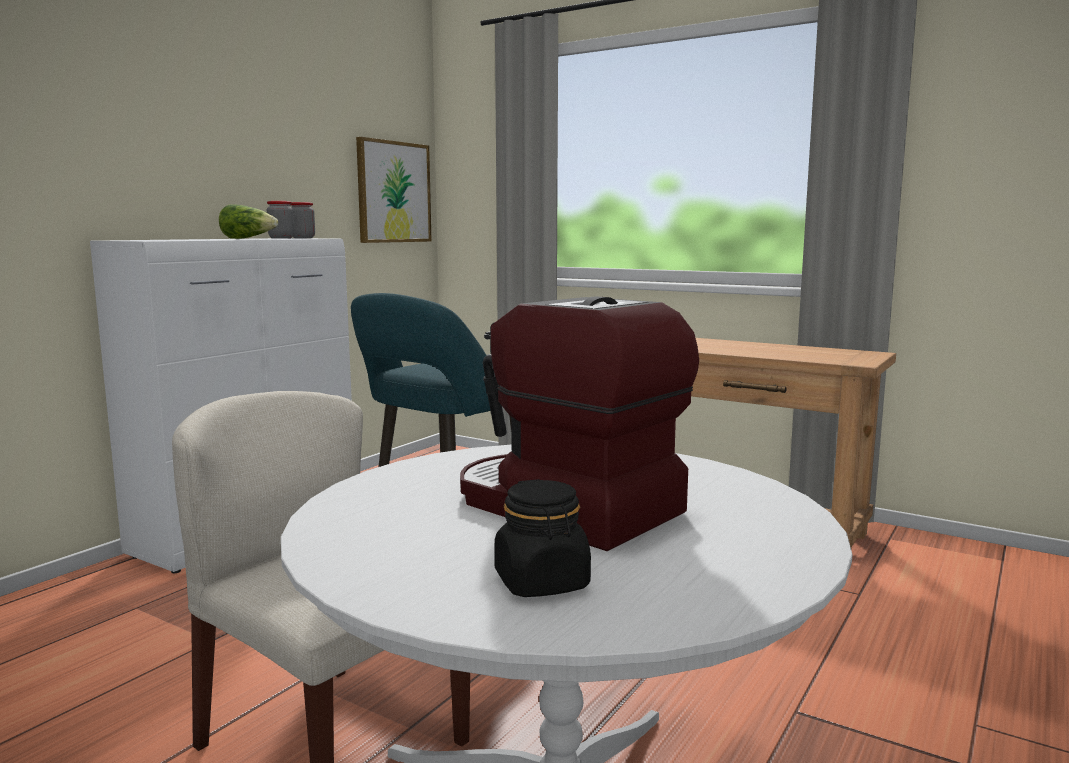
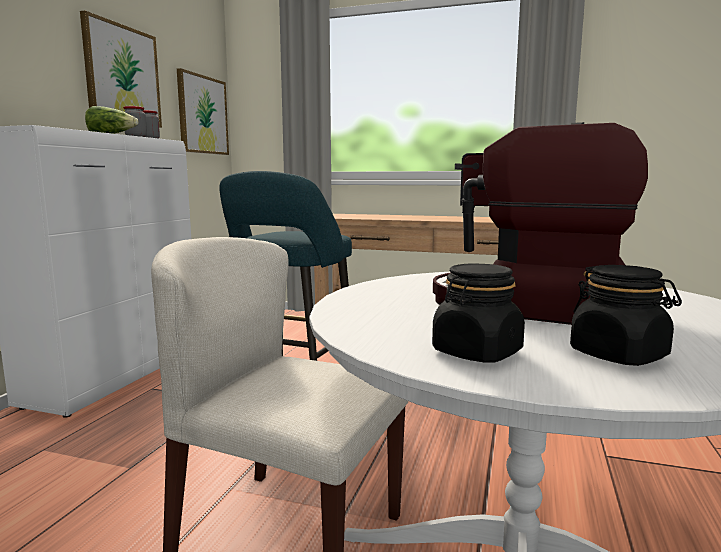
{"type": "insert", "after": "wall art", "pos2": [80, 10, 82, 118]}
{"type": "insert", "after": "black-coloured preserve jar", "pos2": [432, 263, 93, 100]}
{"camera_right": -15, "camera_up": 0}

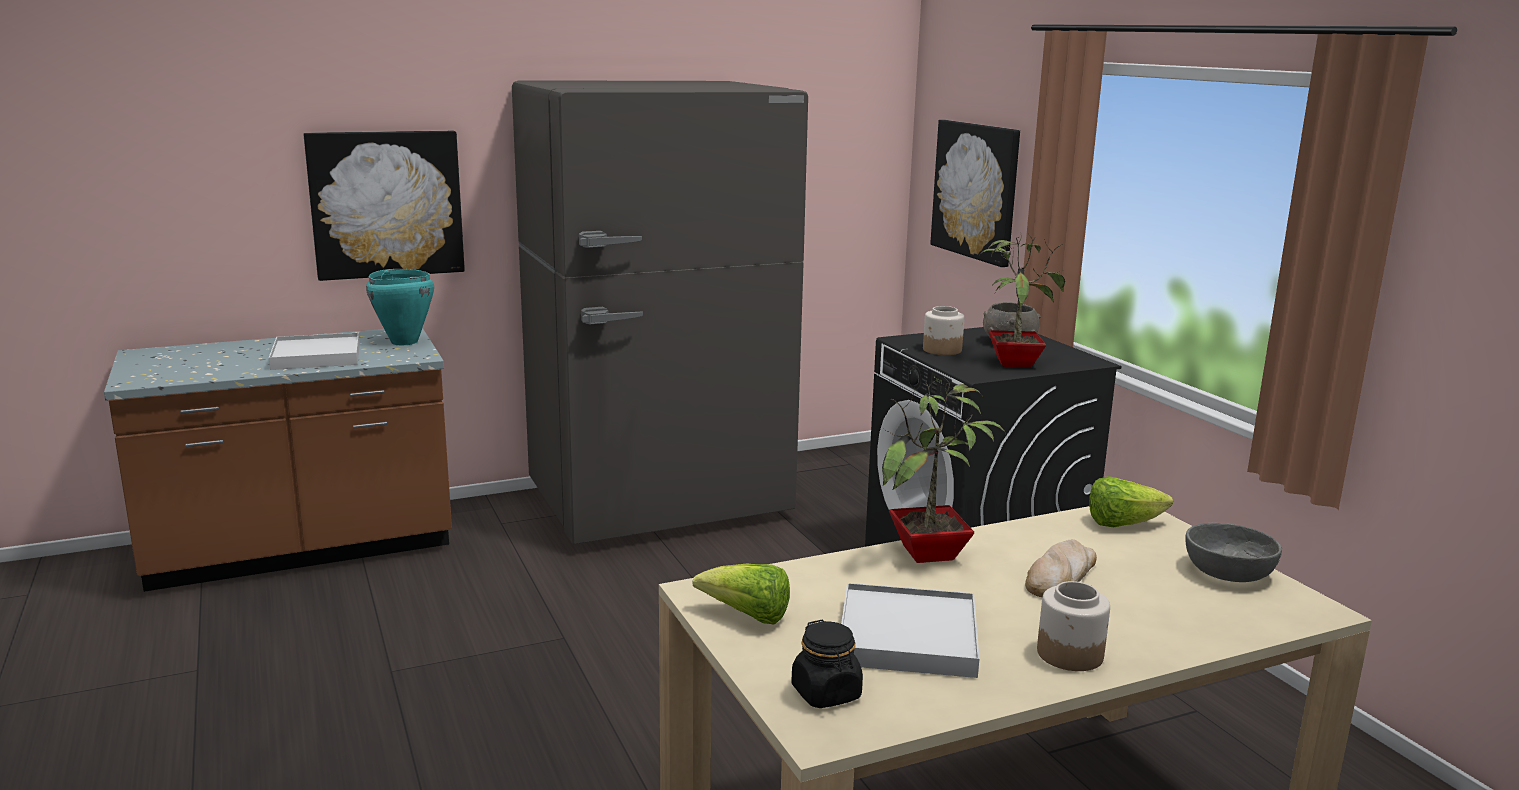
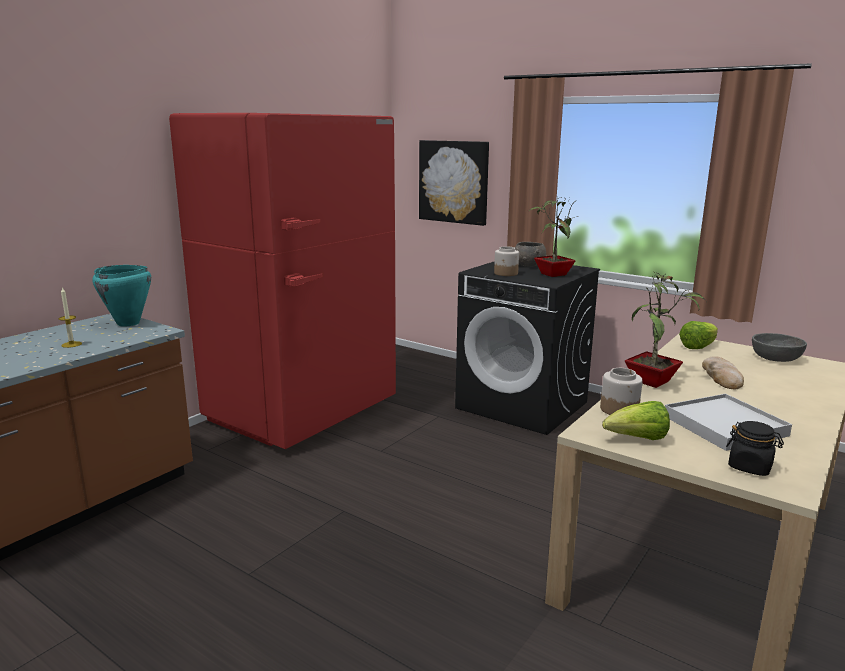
{"type": "replace", "before": "white-coloured serving tray", "after": "wax candle", "pos1": [269, 333, 91, 37], "pos2": [59, 287, 23, 61]}
{"type": "delete", "before": "wall art", "pos1": [304, 131, 161, 150]}
{"type": "recolor", "before": "greyish fridge", "after": "red-coloured fridge", "pos1": [512, 80, 296, 464], "pos2": [169, 113, 227, 336]}
{"type": "move", "before": "preserve jar", "pos1": [1037, 581, 73, 90], "pos2": [600, 368, 43, 47]}
{"camera_right": -30, "camera_up": 0}

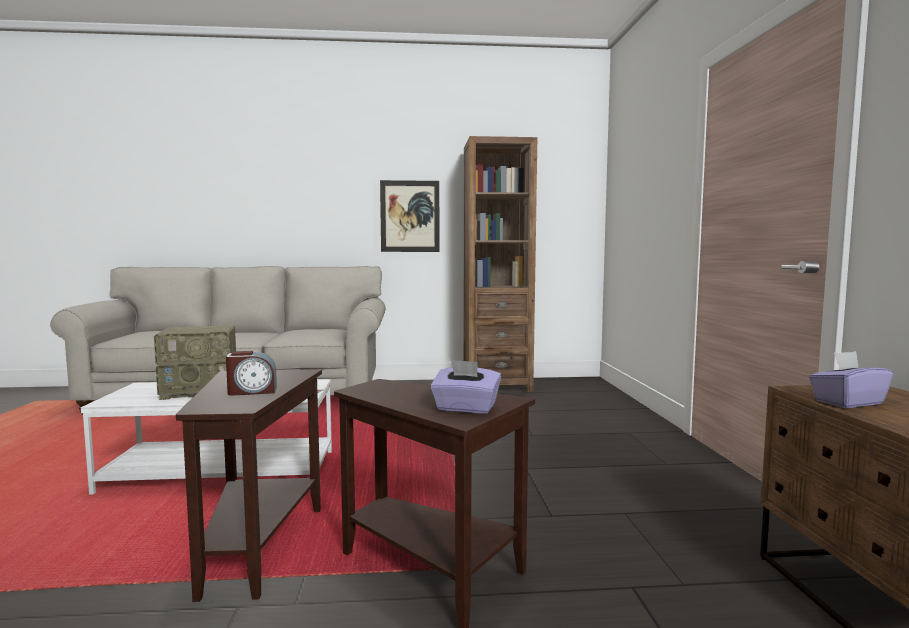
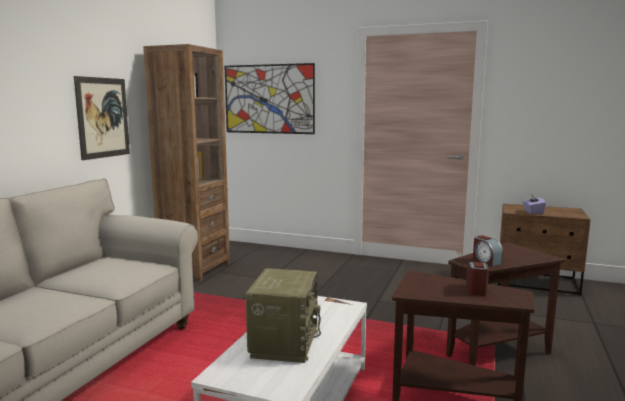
{"type": "delete", "before": "purple-coloured box of tissues", "pos1": [430, 360, 71, 54]}
{"type": "insert", "after": "wall art", "pos2": [224, 63, 91, 71]}
{"type": "insert", "after": "bedside clock", "pos2": [473, 235, 30, 31]}
{"camera_right": -65, "camera_up": 5}

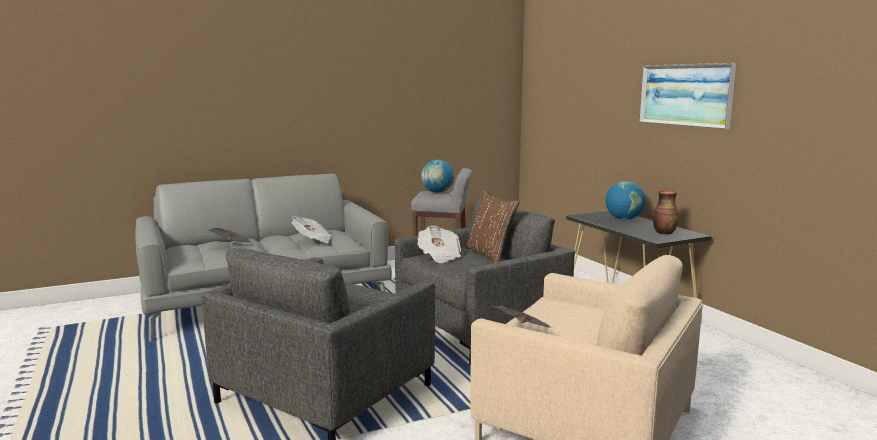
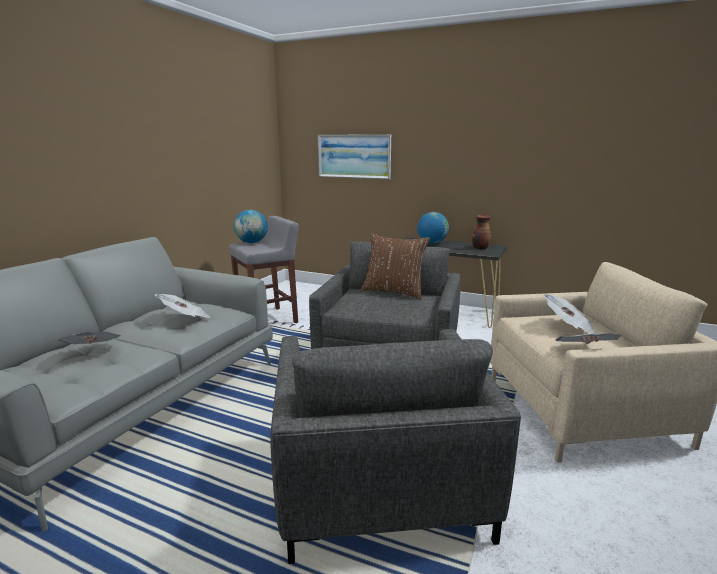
{"type": "move", "before": "printed paper", "pos1": [417, 226, 44, 37], "pos2": [543, 293, 53, 41]}
{"type": "move", "before": "wall art", "pos1": [639, 63, 97, 67], "pos2": [318, 134, 73, 45]}
{"camera_right": -40, "camera_up": 5}

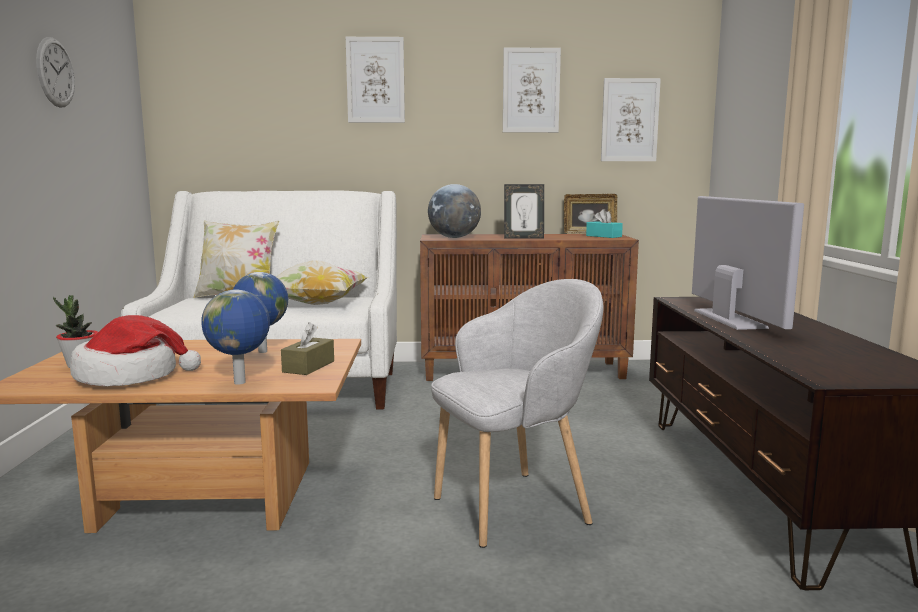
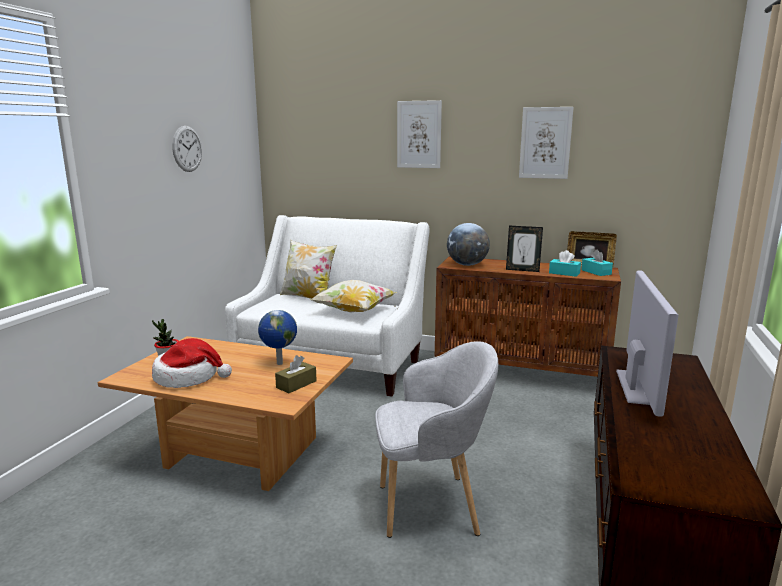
{"type": "delete", "before": "world globe", "pos1": [201, 289, 69, 96]}
{"type": "delete", "before": "wall art", "pos1": [601, 78, 60, 83]}
{"type": "insert", "after": "turquoise box of tissues", "pos2": [549, 250, 32, 27]}
{"camera_right": 20, "camera_up": 5}

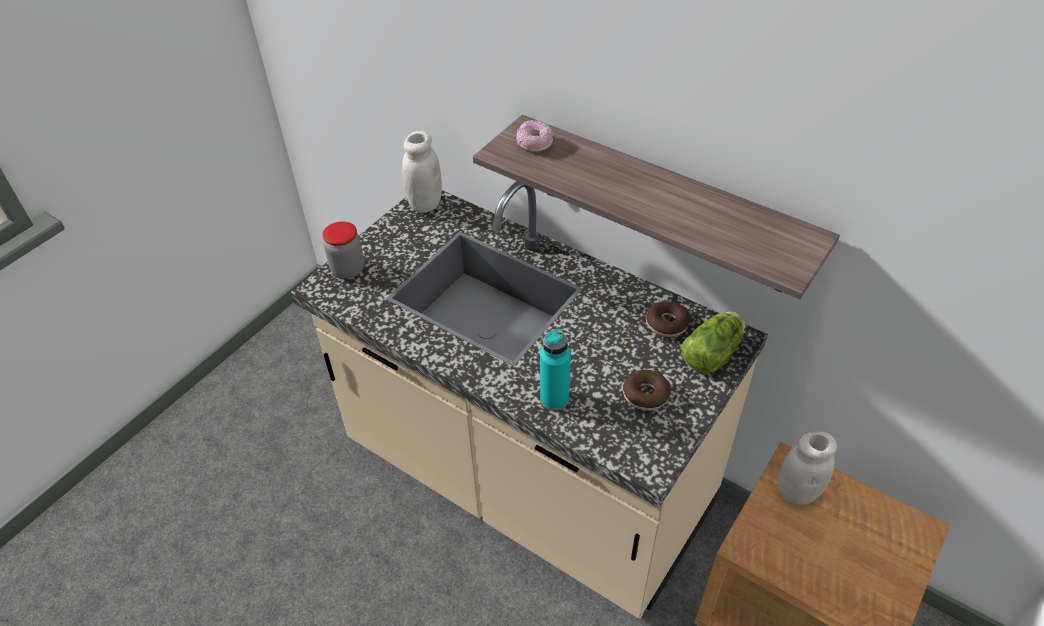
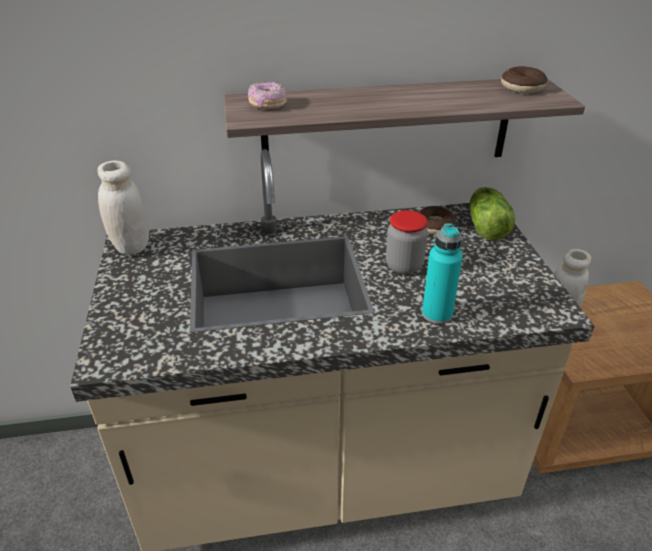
{"type": "move", "before": "preserve jar", "pos1": [322, 221, 43, 58], "pos2": [386, 210, 42, 64]}
{"type": "move", "before": "ring doughnut", "pos1": [623, 370, 48, 41], "pos2": [501, 66, 46, 27]}
{"camera_right": -45, "camera_up": -10}

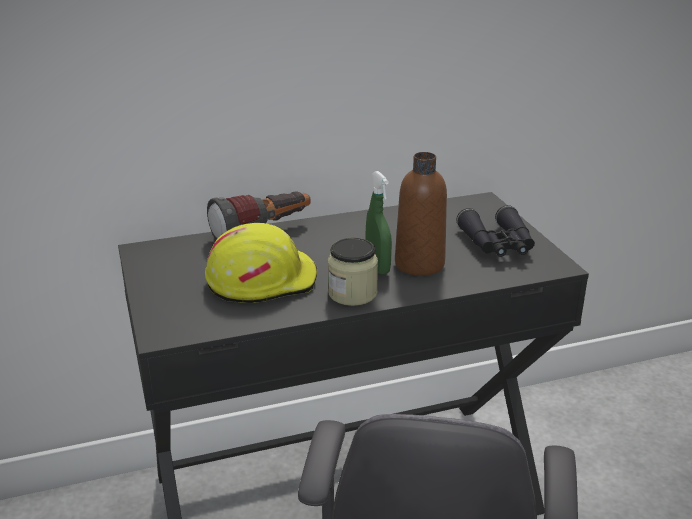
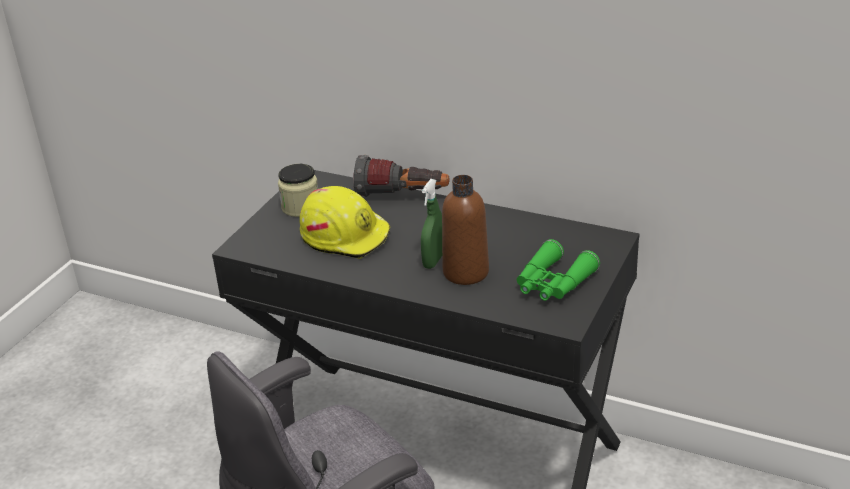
{"type": "move", "before": "preserve jar", "pos1": [328, 238, 50, 68], "pos2": [278, 164, 40, 53]}
{"type": "recolor", "before": "black-coloured binoculars", "after": "greenish binoculars", "pos1": [456, 205, 79, 52], "pos2": [517, 239, 83, 62]}
{"camera_right": 45, "camera_up": 5}

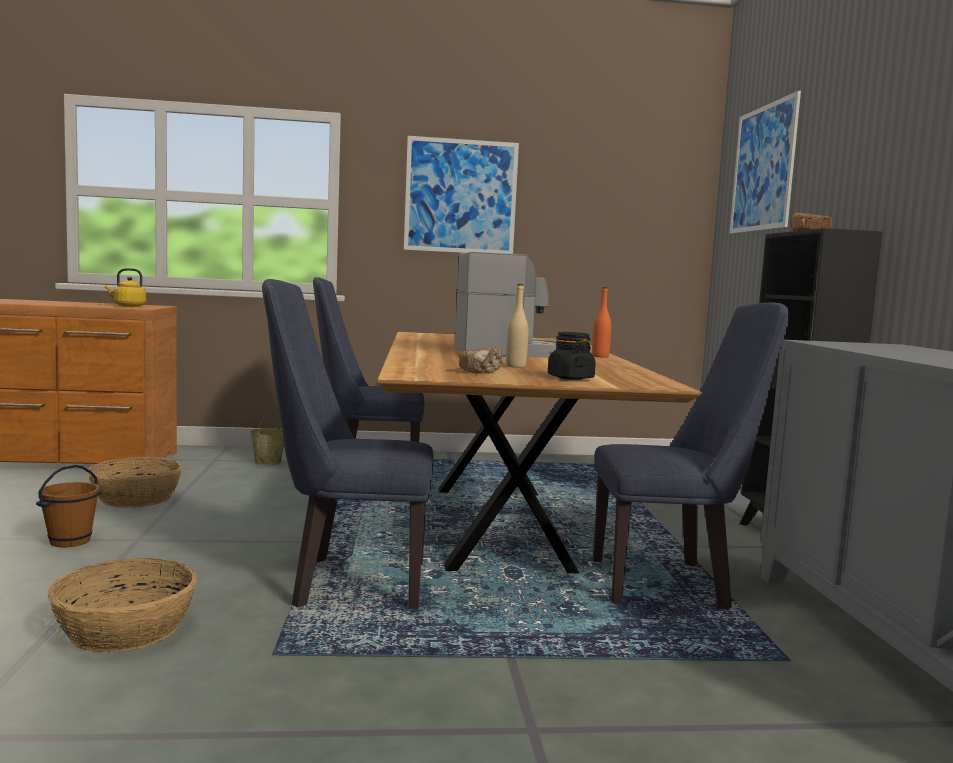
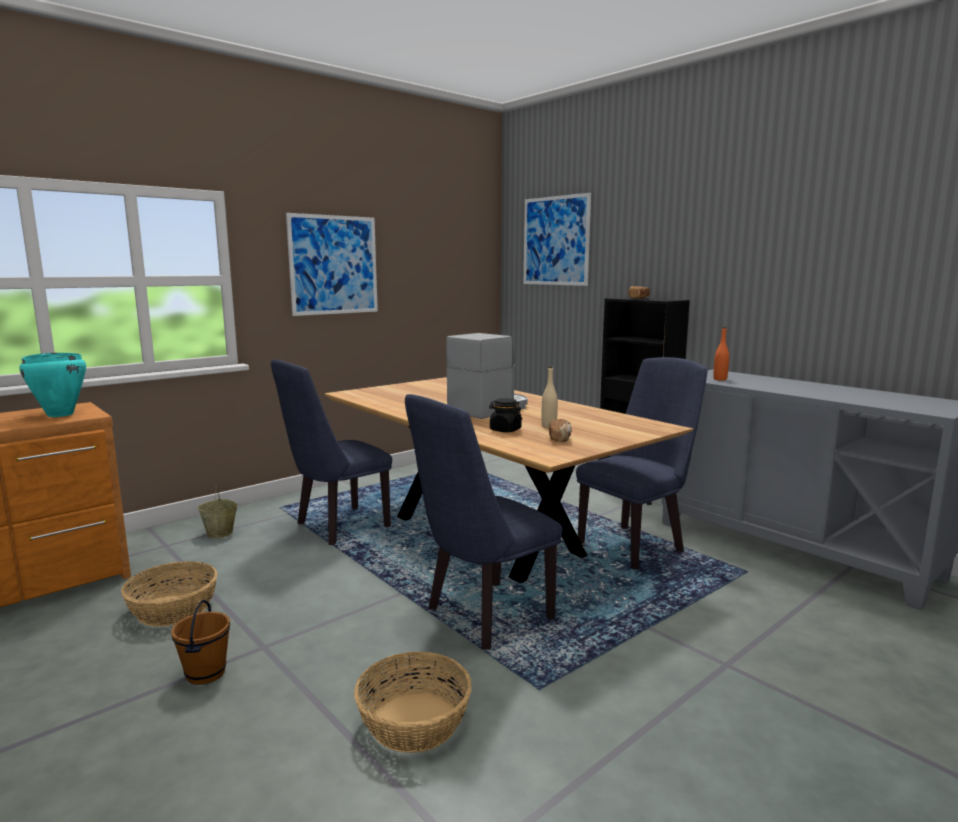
{"type": "replace", "before": "yellow-coloured tea kettle", "after": "turquoise saucepot", "pos1": [104, 268, 42, 39], "pos2": [20, 353, 66, 64]}
{"type": "move", "before": "black-coloured preserve jar", "pos1": [548, 332, 48, 48], "pos2": [489, 398, 33, 34]}
{"type": "move", "before": "orangey drink bottle", "pos1": [592, 287, 19, 71], "pos2": [713, 327, 16, 54]}
{"camera_right": -35, "camera_up": 5}

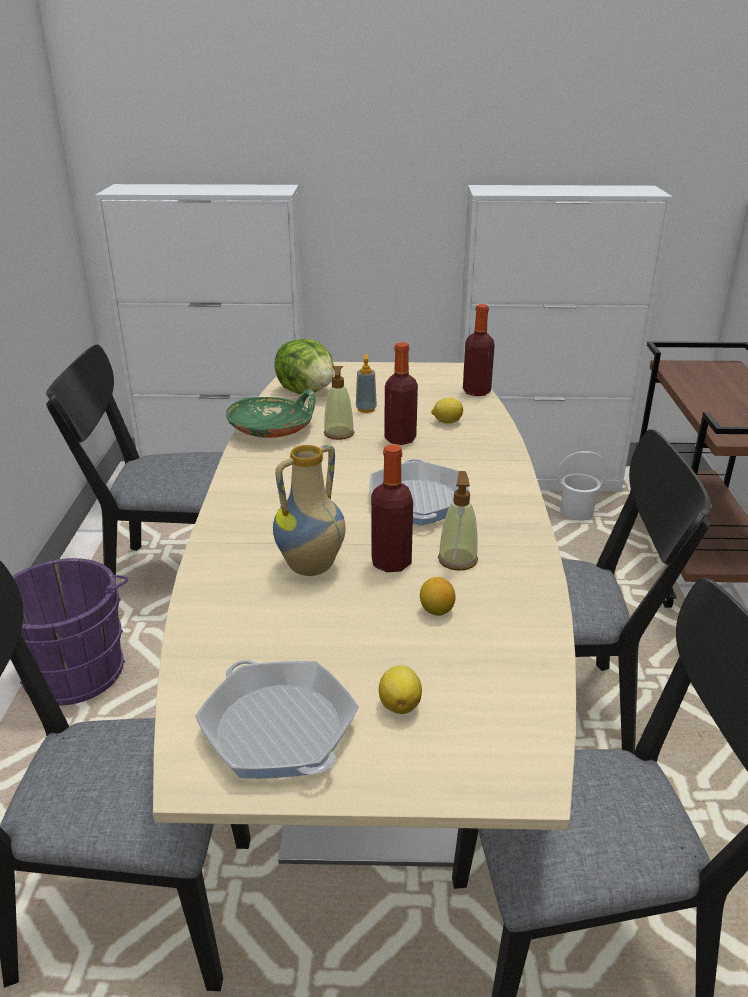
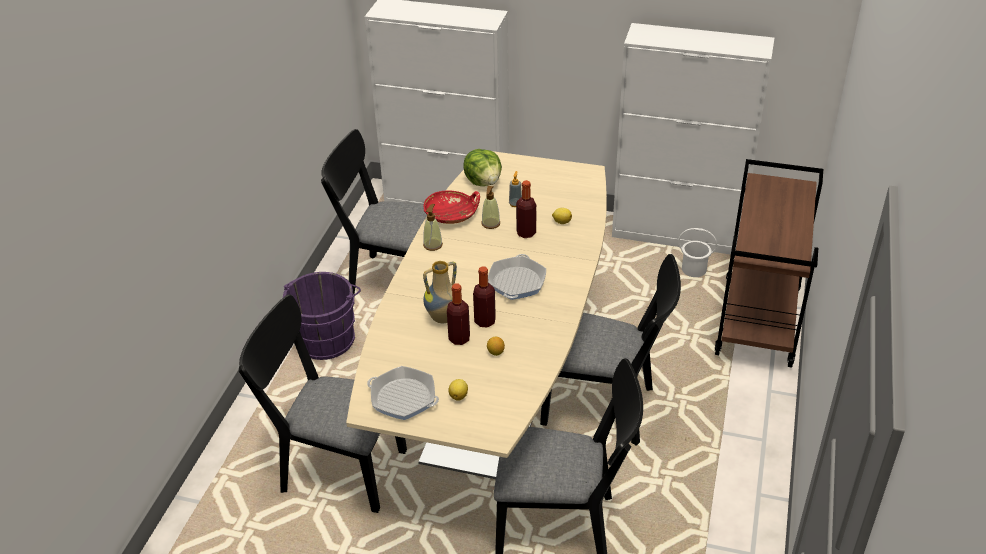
{"type": "rotate", "before": "skillet", "pos1": [195, 660, 164, 119], "pos2": [367, 366, 72, 54], "turn": -45}
{"type": "recolor", "before": "greenish deep dish", "after": "red-coloured deep dish", "pos1": [226, 389, 90, 49], "pos2": [424, 190, 56, 34]}
{"type": "move", "before": "liquid soap bottle", "pos1": [438, 471, 40, 100], "pos2": [423, 204, 20, 47]}
{"type": "move", "before": "drink bottle", "pos1": [463, 304, 32, 92], "pos2": [447, 284, 23, 61]}
{"camera_right": 15, "camera_up": 10}

